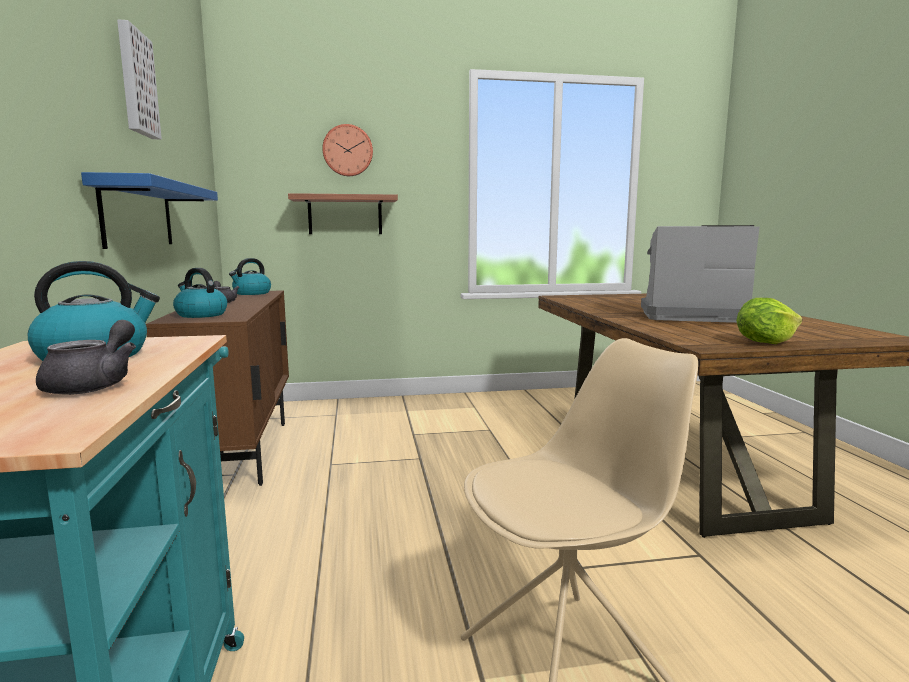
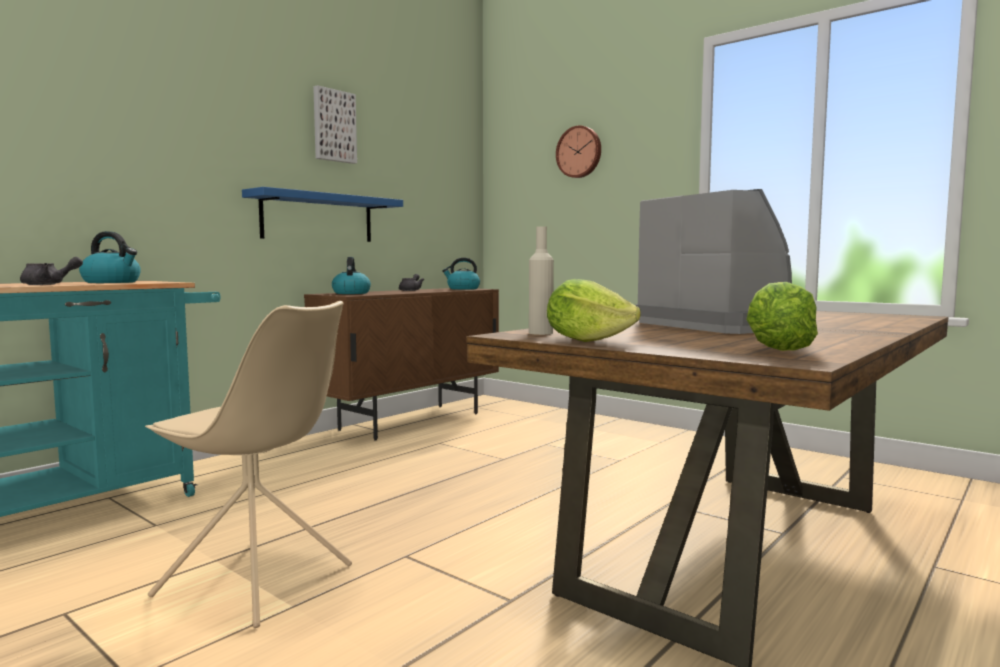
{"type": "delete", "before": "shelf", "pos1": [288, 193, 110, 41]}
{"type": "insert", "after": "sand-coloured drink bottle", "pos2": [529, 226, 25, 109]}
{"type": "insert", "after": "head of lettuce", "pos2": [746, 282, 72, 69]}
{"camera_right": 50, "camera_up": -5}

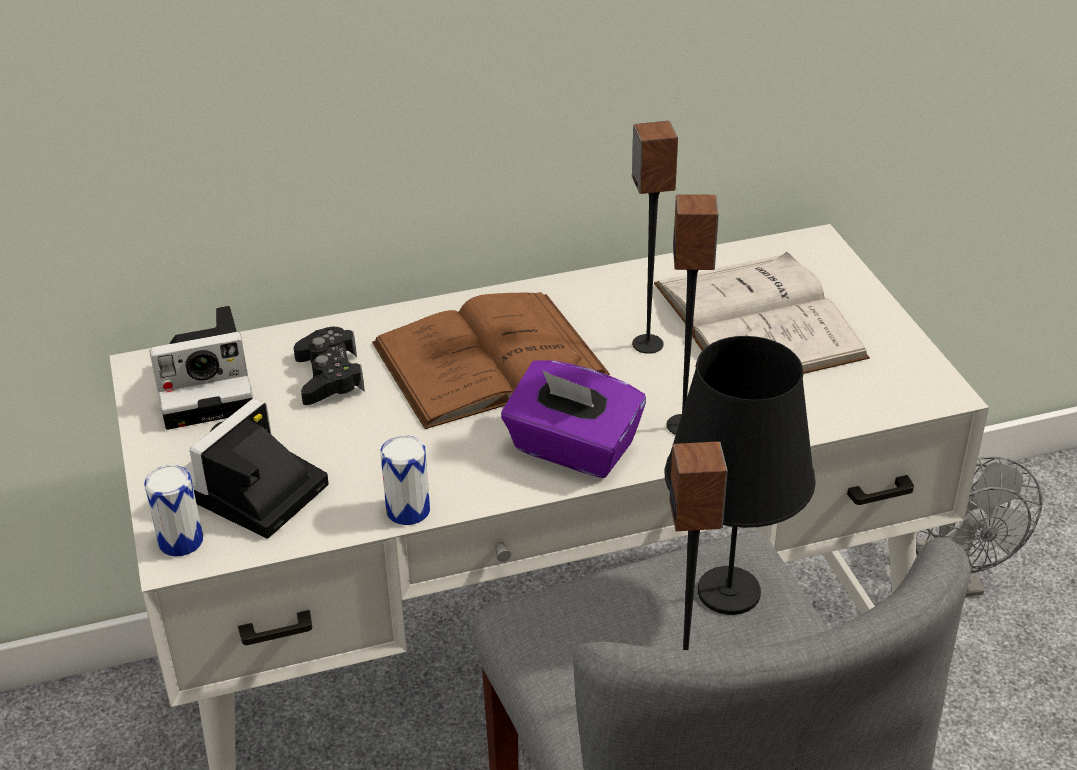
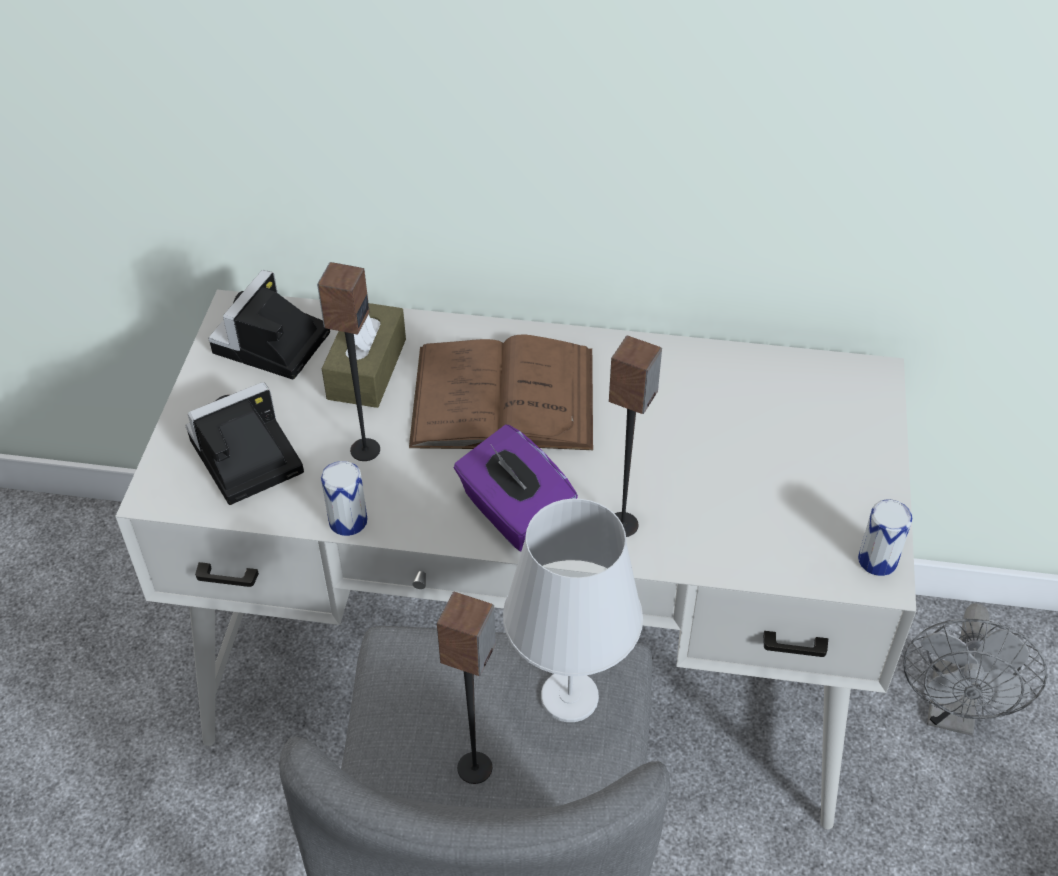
{"type": "move", "before": "can", "pos1": [144, 465, 59, 92], "pos2": [858, 500, 55, 76]}
{"type": "rotate", "before": "photo camera", "pos1": [149, 306, 104, 124], "pos2": [208, 270, 122, 109], "turn": 105}
{"type": "replace", "before": "black-coloured gamepad", "after": "brown box of tissues", "pos1": [294, 327, 71, 78], "pos2": [322, 303, 84, 105]}
{"type": "move", "before": "audio speaker", "pos1": [632, 121, 46, 233], "pos2": [317, 262, 63, 199]}
{"type": "delete", "before": "white-coloured book", "pos1": [654, 252, 216, 122]}
{"type": "recolor", "before": "black-coloured lamp for a table", "after": "white-coloured lamp for a table", "pos1": [665, 336, 151, 279], "pos2": [503, 499, 140, 223]}
{"camera_right": 25, "camera_up": 10}

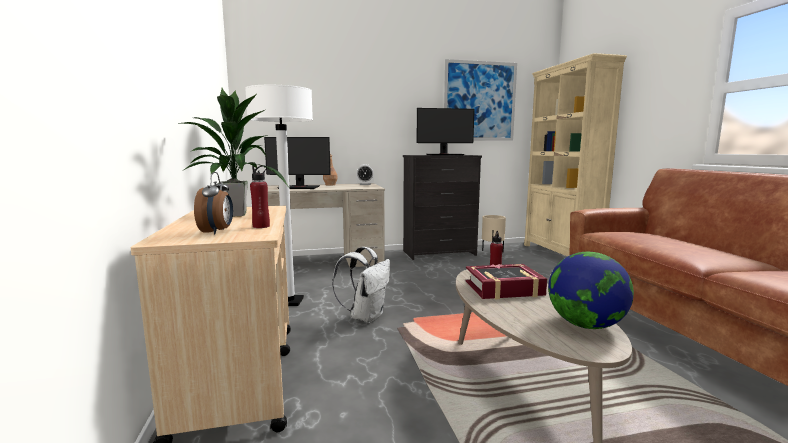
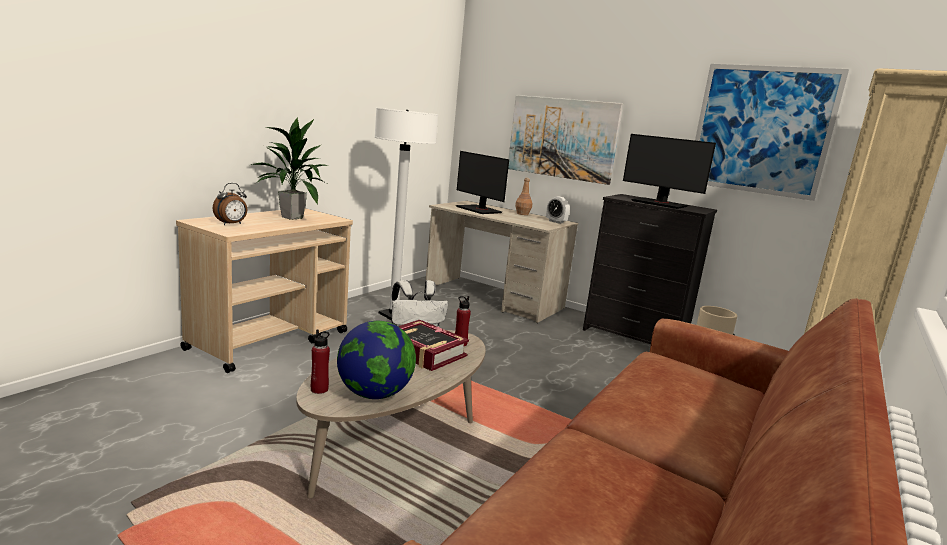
{"type": "move", "before": "red-coloured drink bottle", "pos1": [250, 165, 20, 63], "pos2": [311, 329, 19, 65]}
{"type": "insert", "after": "wall art", "pos2": [508, 95, 115, 90]}
{"camera_right": 45, "camera_up": 5}

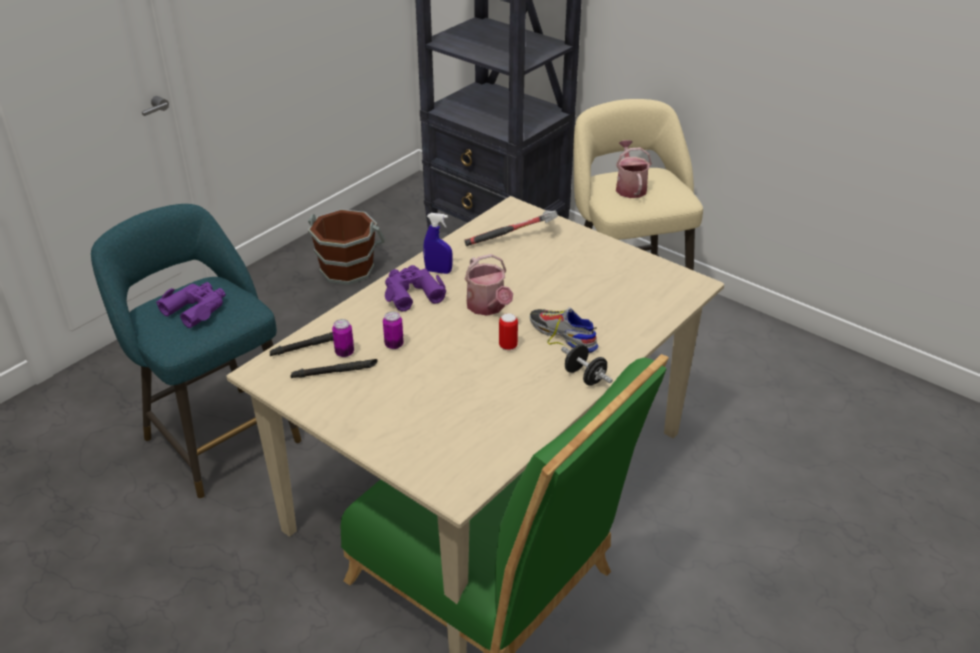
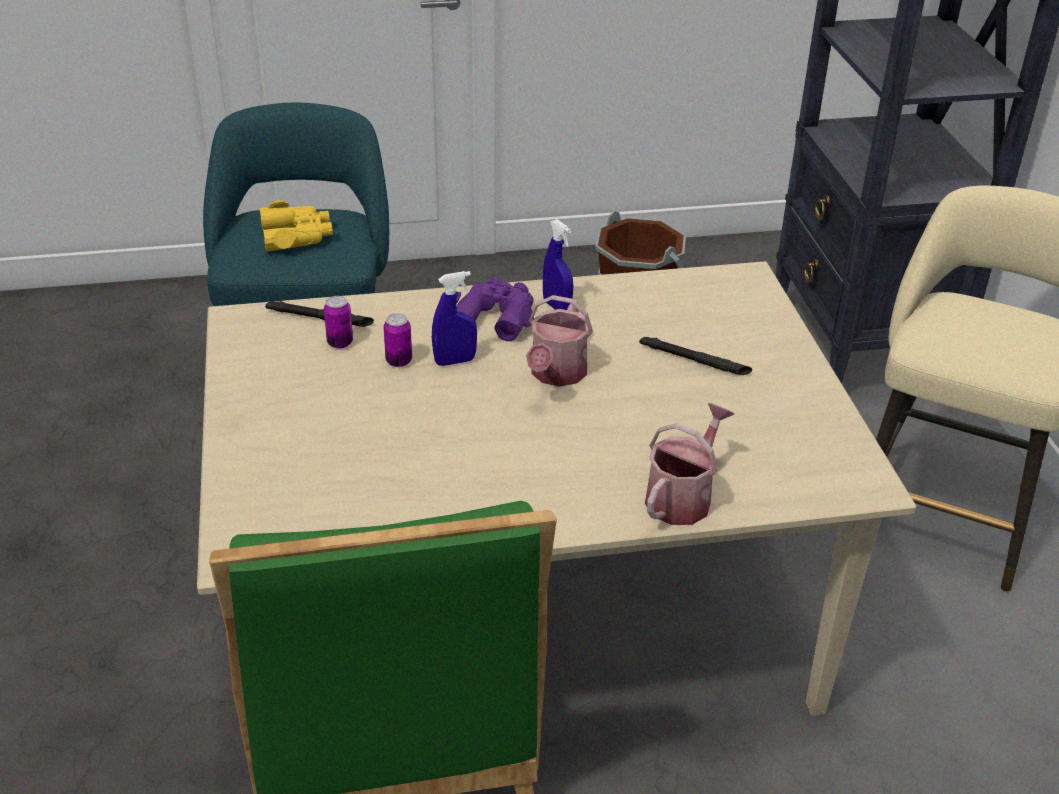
{"type": "recolor", "before": "purple-coloured binoculars", "after": "yellow-coloured binoculars", "pos1": [156, 282, 70, 46], "pos2": [259, 200, 74, 51]}
{"type": "move", "before": "black-coloured flashlight", "pos1": [290, 359, 87, 19], "pos2": [639, 337, 113, 38]}
{"type": "delete", "before": "tool hammer", "pos1": [464, 210, 94, 36]}
{"type": "delete", "before": "can", "pos1": [499, 313, 19, 37]}
{"type": "delete", "before": "low shoe", "pos1": [529, 308, 69, 45]}
{"type": "delete", "before": "black-coloured free weight", "pos1": [561, 344, 52, 42]}
{"type": "move", "before": "watering pot", "pos1": [616, 140, 36, 58], "pos2": [645, 403, 89, 122]}
{"type": "insert", "after": "blue-coloured spray bottle", "pos2": [432, 271, 45, 95]}
{"camera_right": 40, "camera_up": 0}

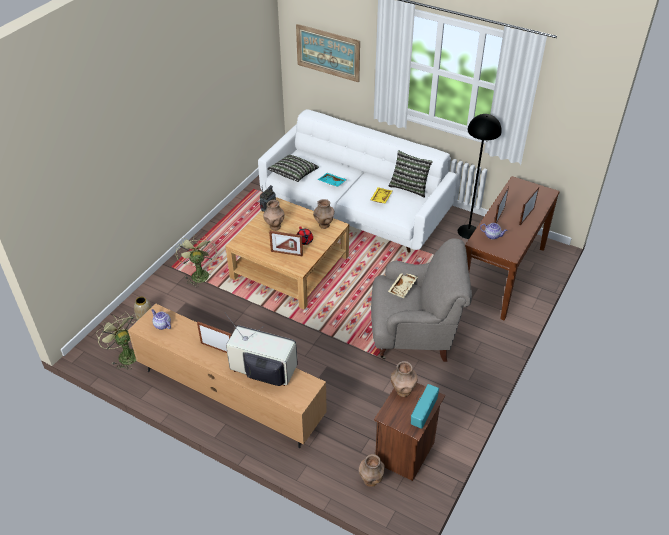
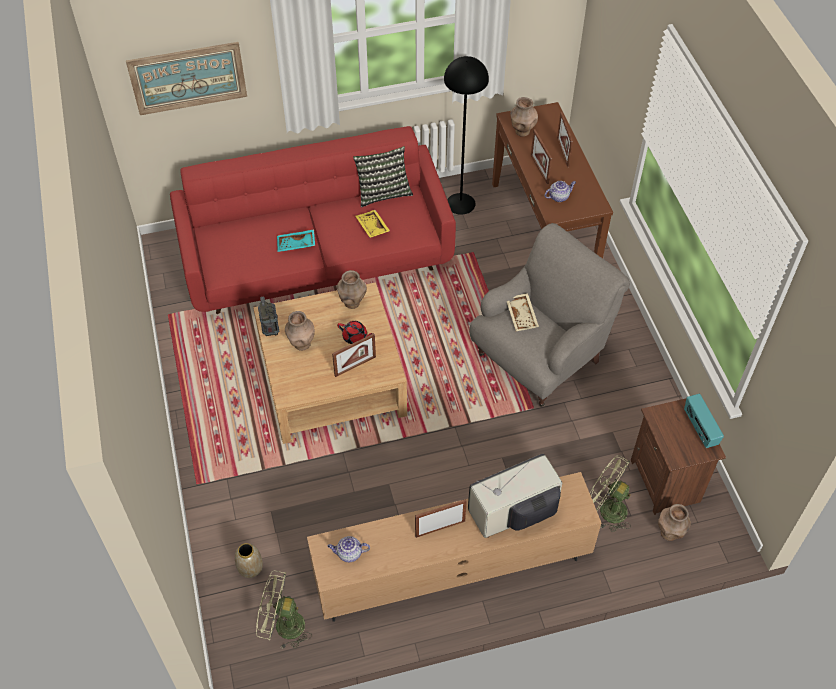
{"type": "move", "before": "greenish electric fan", "pos1": [176, 235, 41, 52], "pos2": [590, 455, 41, 77]}
{"type": "recolor", "before": "white-coloured settee", "after": "red-coloured settee", "pos1": [258, 109, 200, 144], "pos2": [170, 126, 286, 188]}
{"type": "delete", "before": "throw pillow", "pos1": [267, 155, 52, 27]}
{"type": "move", "before": "brown decorative vase", "pos1": [391, 361, 27, 36], "pos2": [510, 97, 28, 40]}
{"camera_right": -45, "camera_up": 10}

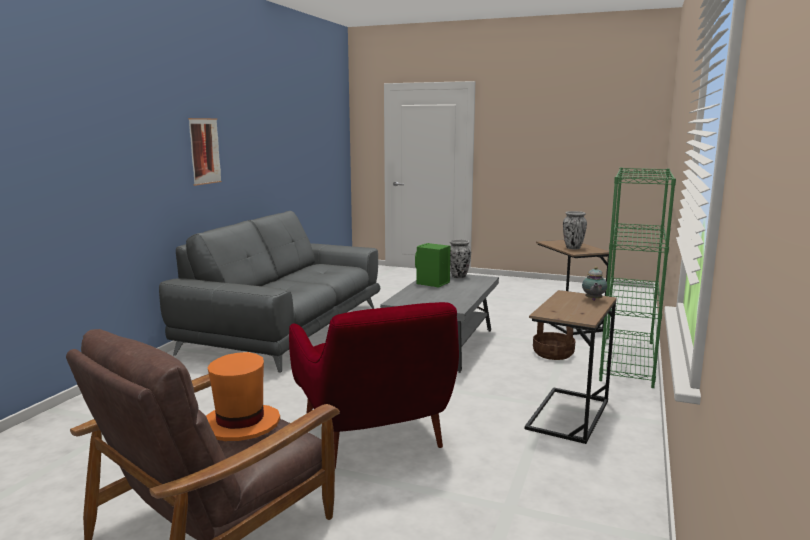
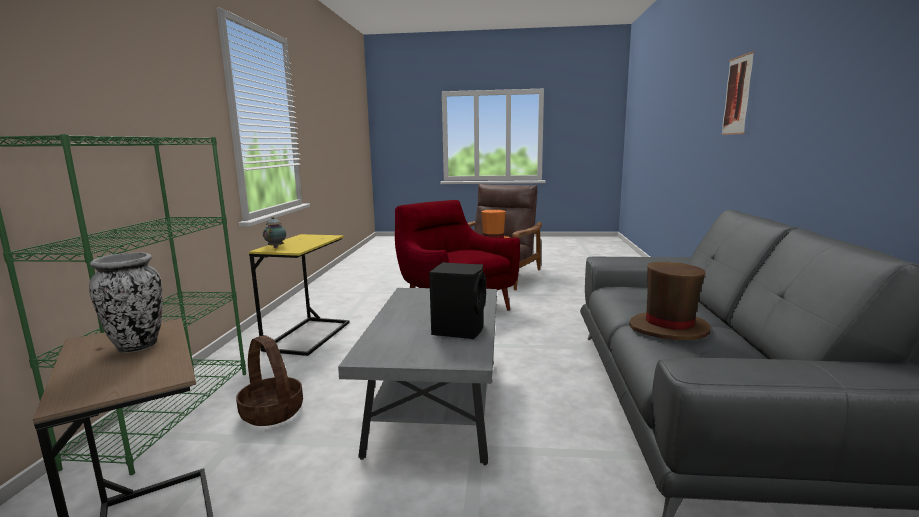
{"type": "move", "before": "wall art", "pos1": [188, 118, 34, 68], "pos2": [721, 51, 34, 84]}
{"type": "recolor", "before": "greenish audio speaker", "after": "black-coloured audio speaker", "pos1": [415, 243, 35, 44], "pos2": [429, 262, 57, 77]}
{"type": "delete", "before": "decorative vase", "pos1": [450, 239, 21, 39]}
{"type": "recolor", "before": "brown end table", "after": "yellow-coloured end table", "pos1": [525, 290, 92, 154], "pos2": [249, 234, 101, 122]}
{"type": "insert", "after": "brown wearable hat", "pos2": [629, 262, 82, 78]}
{"camera_right": 165, "camera_up": 0}

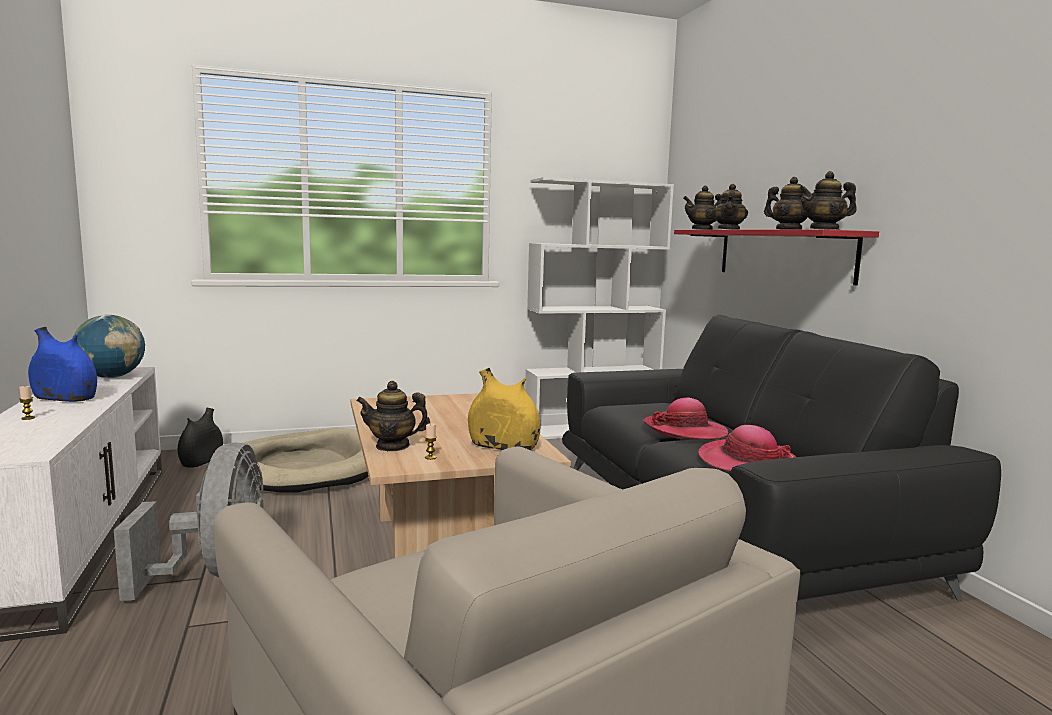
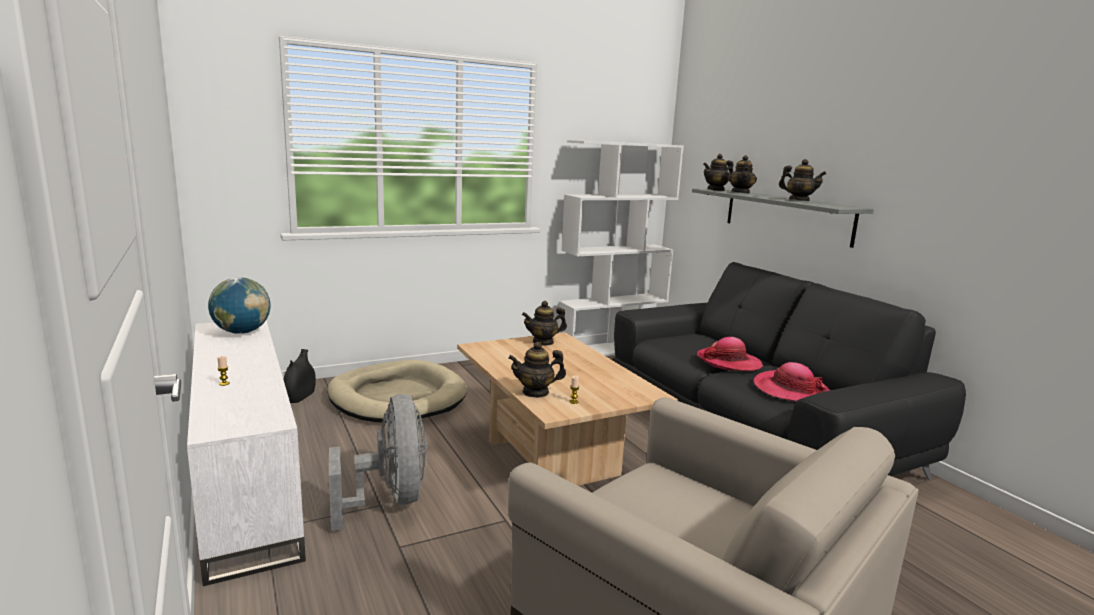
{"type": "delete", "before": "blue-coloured decorative vase", "pos1": [28, 327, 69, 75]}
{"type": "delete", "before": "yellow-coloured decorative vase", "pos1": [468, 367, 72, 83]}
{"type": "recolor", "before": "red-coloured shelf", "after": "greyish shelf", "pos1": [674, 229, 205, 57], "pos2": [692, 189, 182, 59]}
{"type": "move", "before": "tea pot", "pos1": [799, 171, 58, 59], "pos2": [522, 301, 45, 45]}
{"camera_right": -10, "camera_up": 5}

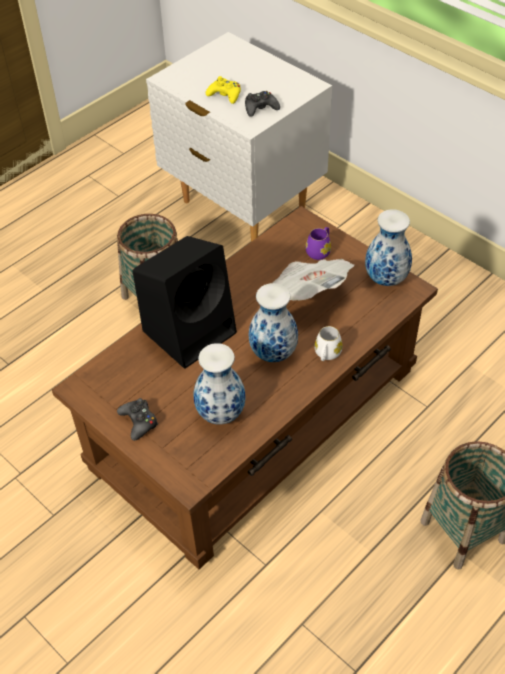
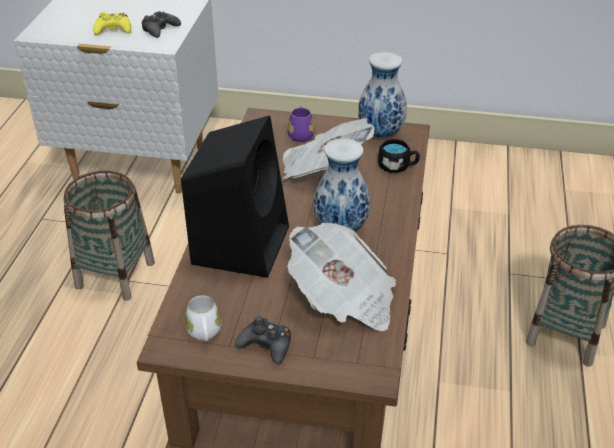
{"type": "replace", "before": "decorative vase", "after": "printed paper", "pos1": [194, 343, 51, 82], "pos2": [287, 223, 109, 108]}
{"type": "move", "before": "white-coloured tea mug", "pos1": [315, 326, 28, 35], "pos2": [185, 295, 36, 46]}
{"type": "insert", "after": "black-coloured tea mug", "pos2": [378, 139, 42, 34]}
{"camera_right": -35, "camera_up": -10}

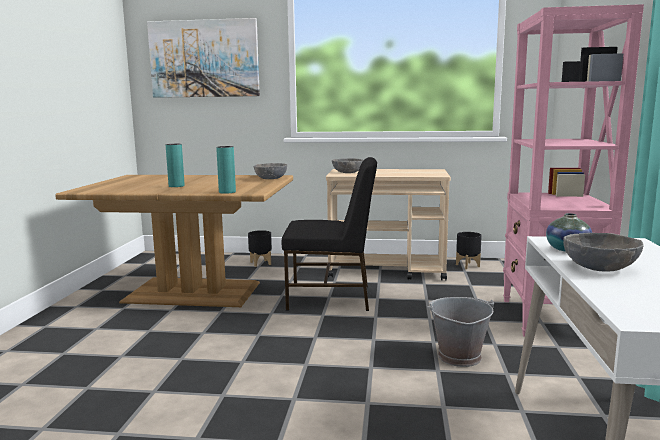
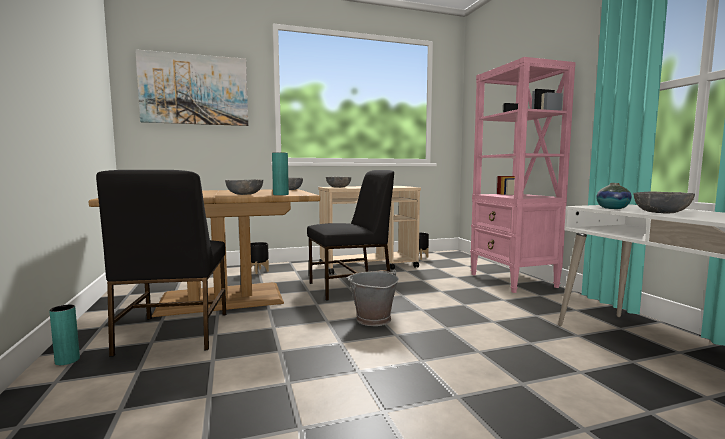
{"type": "move", "before": "turquoise decorative vase", "pos1": [166, 144, 19, 43], "pos2": [49, 305, 31, 60]}
{"type": "move", "before": "greyish bucket", "pos1": [427, 297, 67, 70], "pos2": [347, 270, 52, 56]}
{"type": "insert", "after": "black-coloured plain chair", "pos2": [96, 170, 130, 187]}
{"type": "insert", "after": "greyish deep dish", "pos2": [225, 179, 38, 16]}
{"camera_right": -25, "camera_up": -5}

